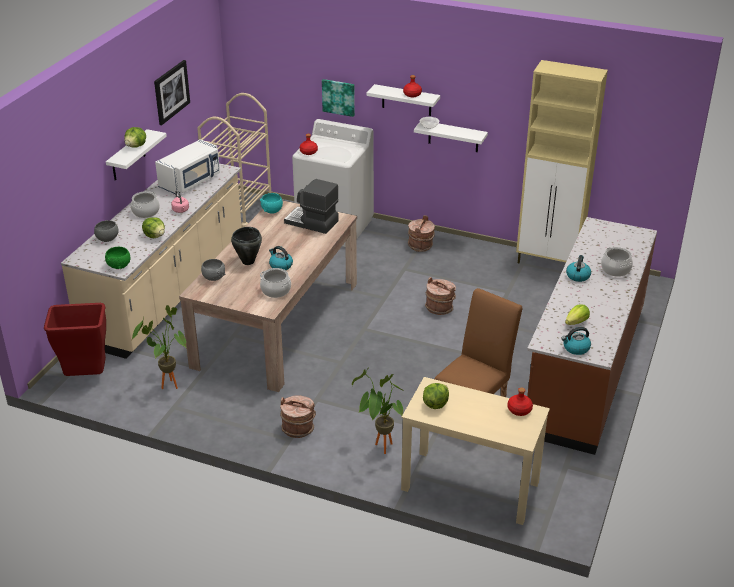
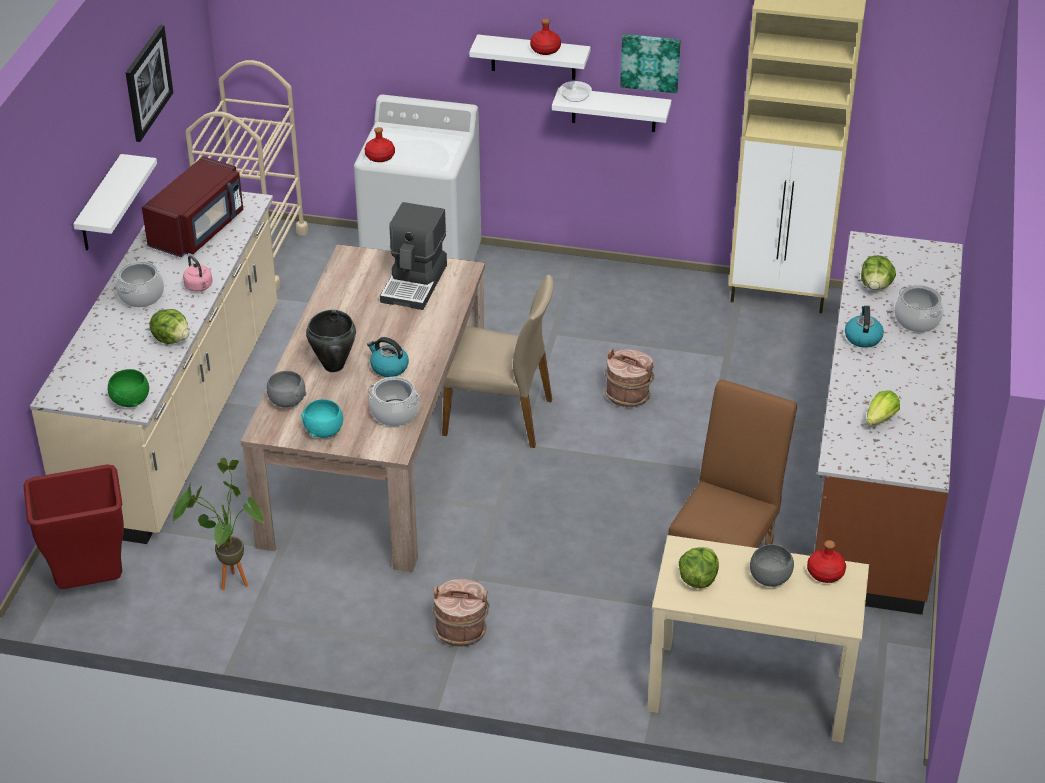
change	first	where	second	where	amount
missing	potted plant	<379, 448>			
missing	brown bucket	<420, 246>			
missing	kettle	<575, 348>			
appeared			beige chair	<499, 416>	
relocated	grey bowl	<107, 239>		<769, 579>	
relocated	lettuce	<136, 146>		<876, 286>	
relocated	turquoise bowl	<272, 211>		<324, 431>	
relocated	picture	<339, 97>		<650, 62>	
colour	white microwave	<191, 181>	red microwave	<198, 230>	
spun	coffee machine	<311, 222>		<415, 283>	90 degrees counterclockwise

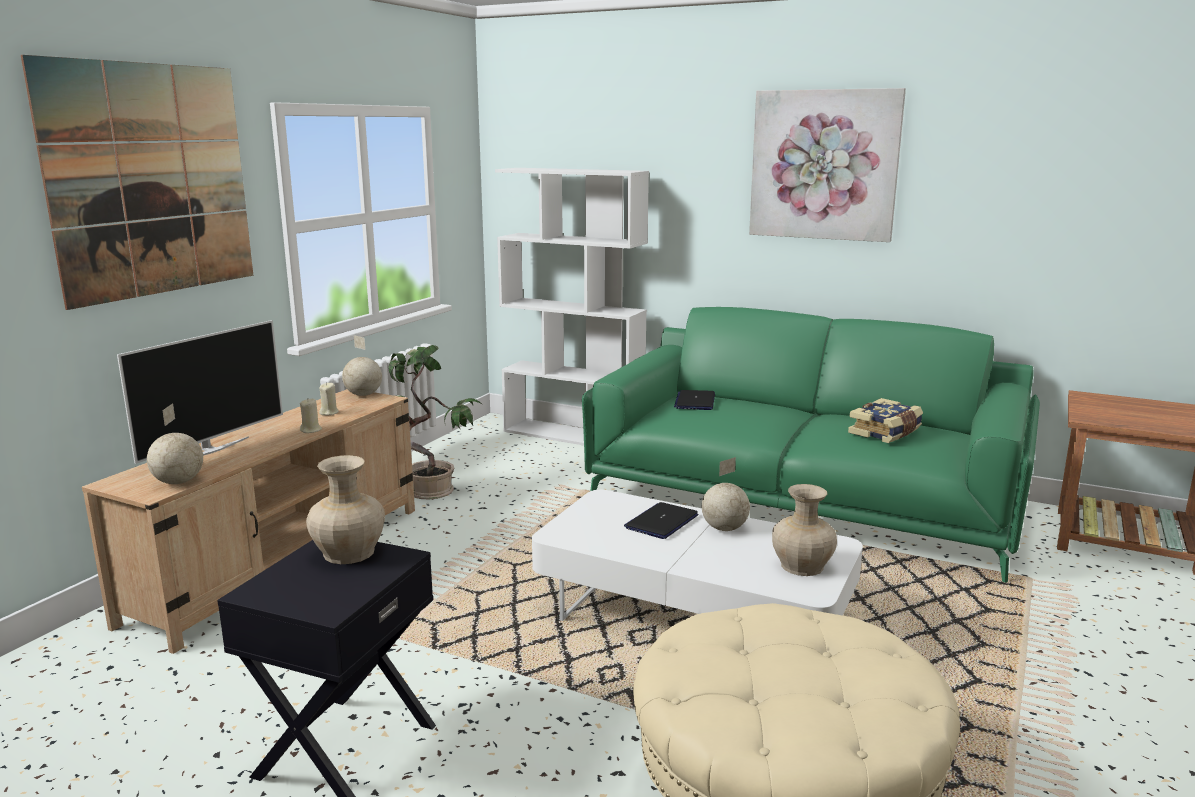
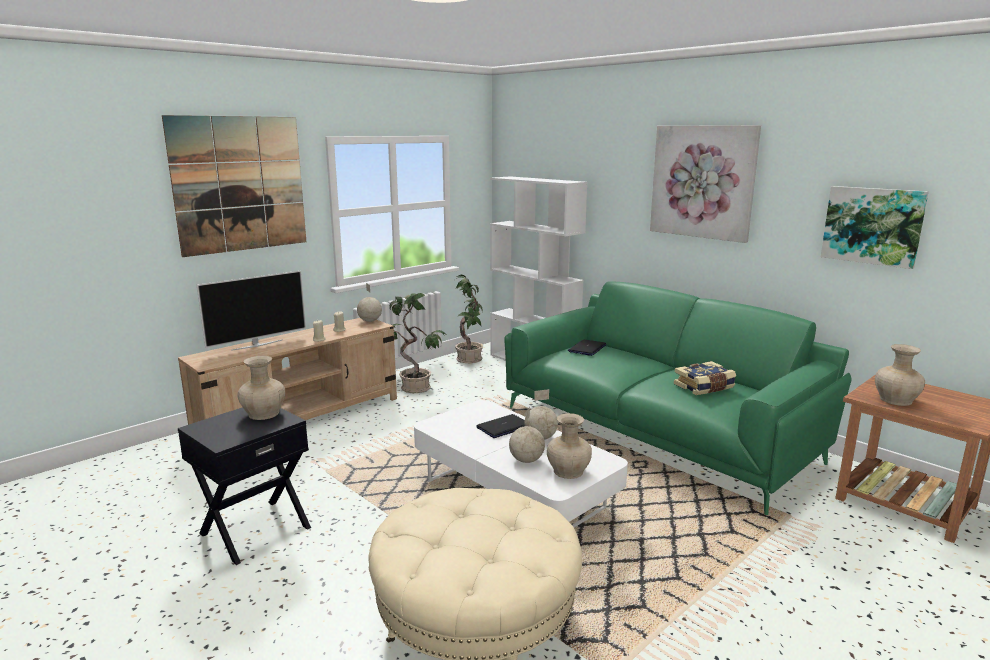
change	first	where	second	where	amount
appeared			potted plant	<470, 359>	
appeared			picture	<872, 225>	
appeared			beige vase	<896, 400>	
relocated	globe	<179, 482>		<527, 460>	

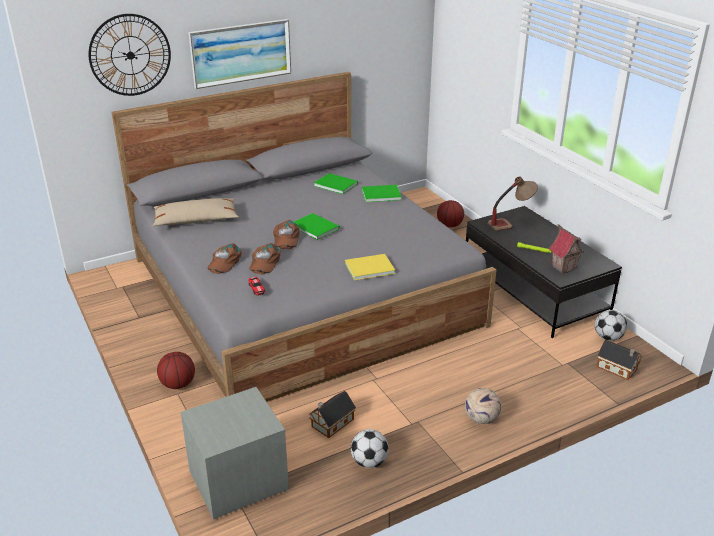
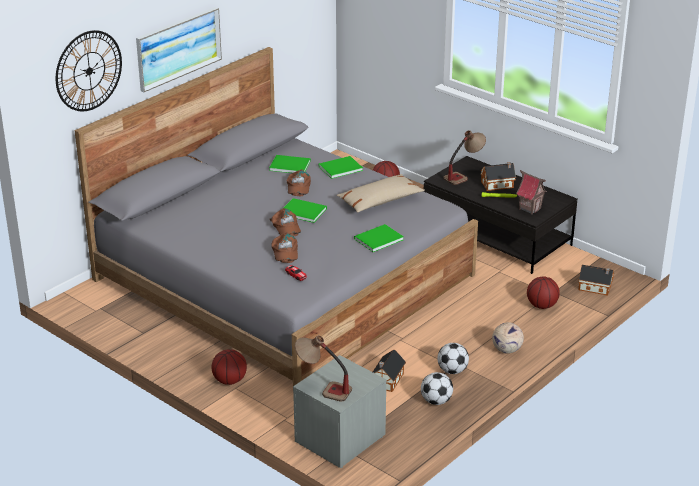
change	first	where	second	where	amount
appeared			table lamp	<323, 389>	
appeared			toy house	<498, 185>	
appeared			basketball	<542, 306>	
relocated	beige pillow	<196, 220>		<380, 201>	
relocated	brown cap	<224, 262>		<298, 186>	
relocated	football	<608, 337>		<452, 371>	
colour	yellow book	<368, 268>	green book	<377, 239>	

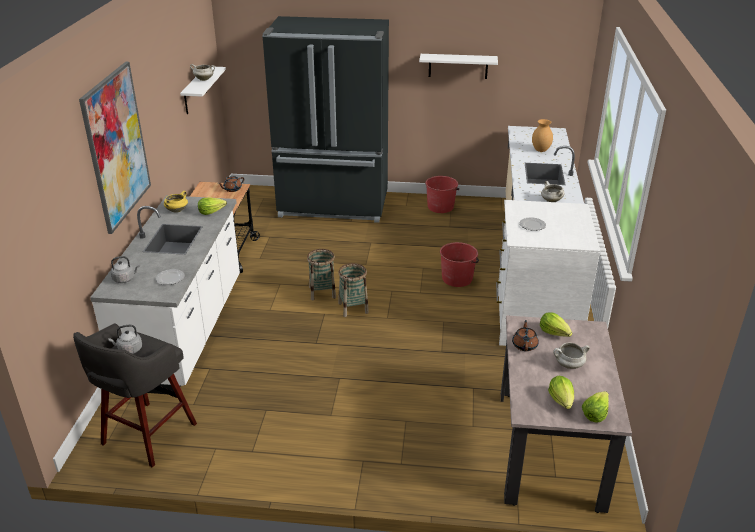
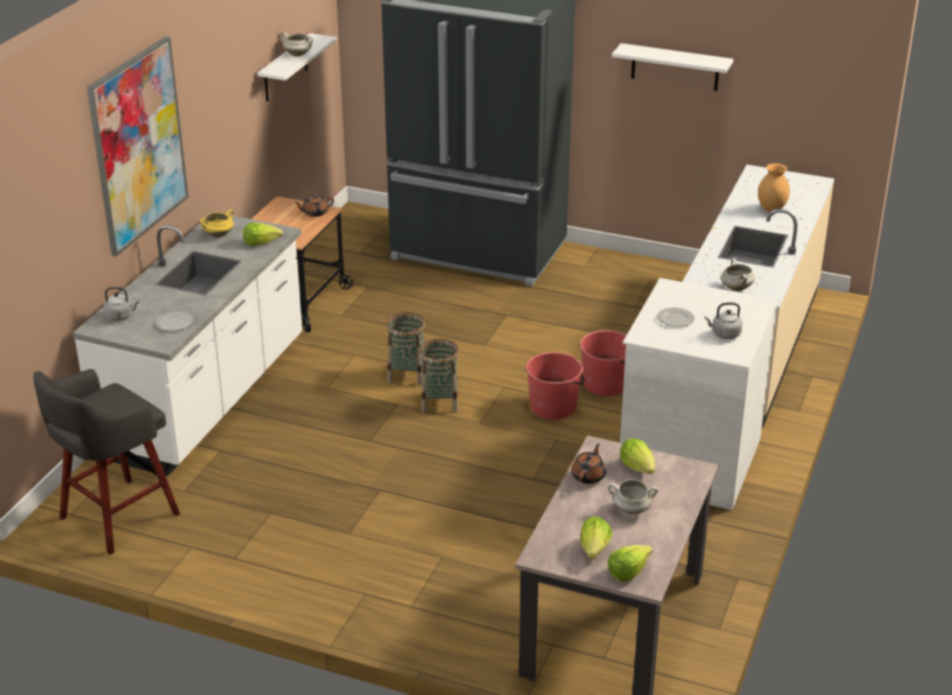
change	first	where	second	where	amount
relocated	grey kettle	<129, 350>		<724, 334>	
relocated	red bucket	<440, 207>		<553, 406>	

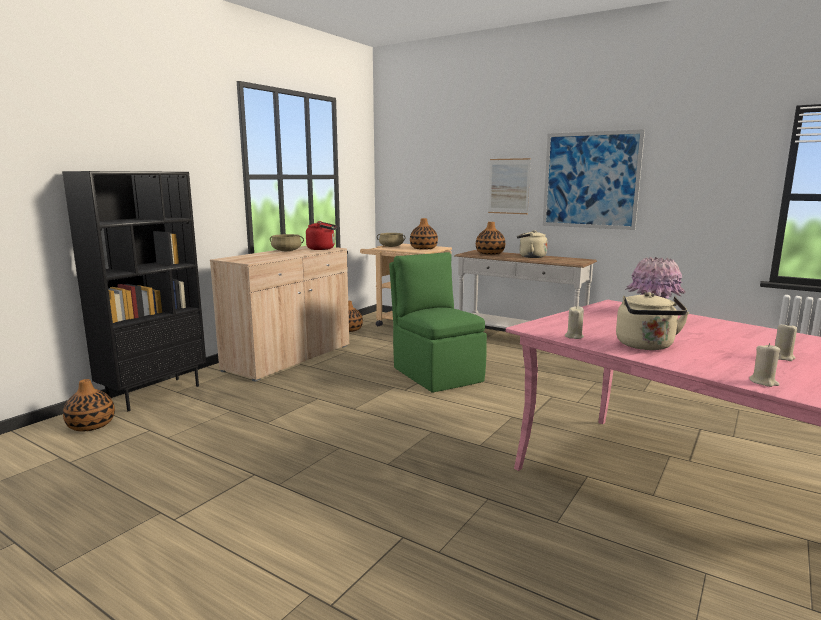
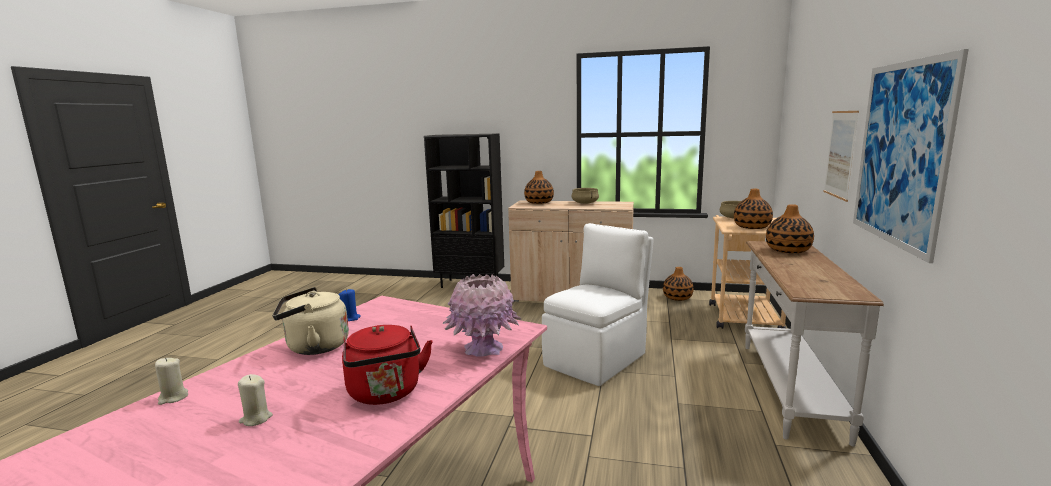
change	first	where	second	where	amount
missing	beige kettle	<530, 256>			
relocated	vase	<91, 425>		<539, 202>	
relocated	red kettle	<323, 249>		<386, 394>	
colour	green chair	<436, 374>	white chair	<597, 359>	
colour	beige candle	<574, 336>	blue candle	<350, 318>	

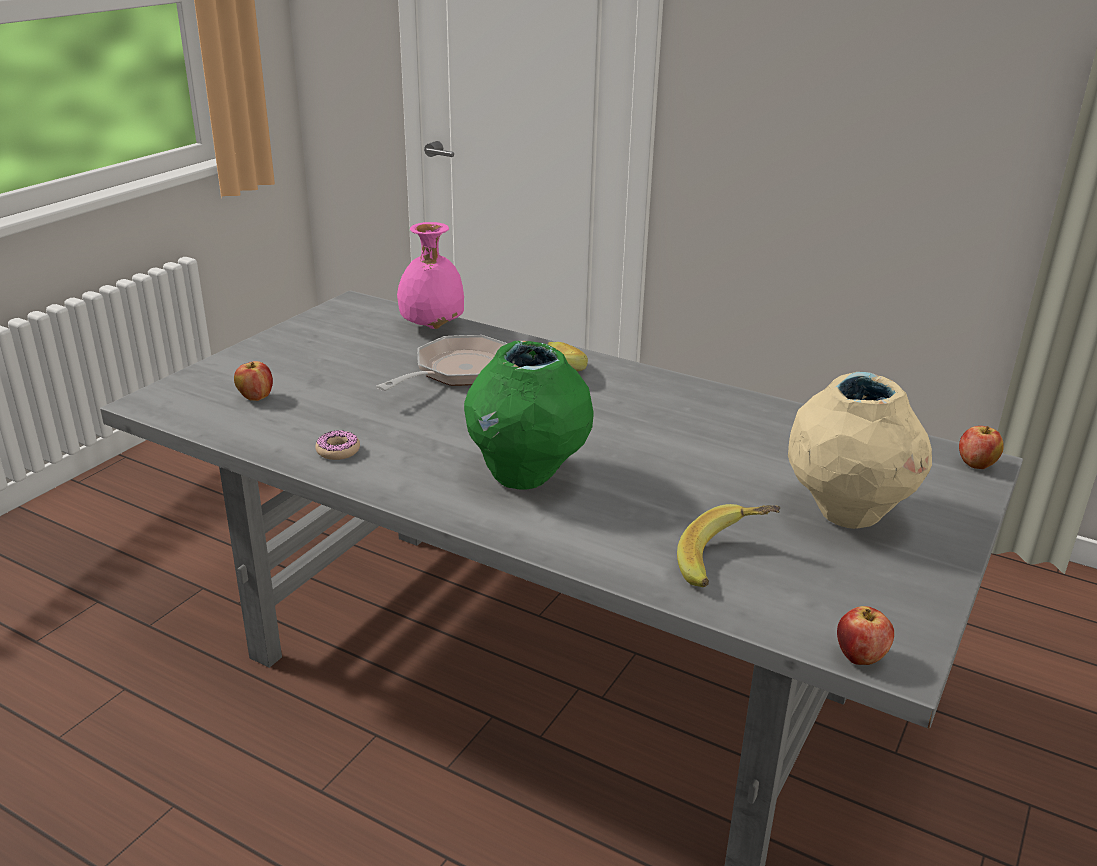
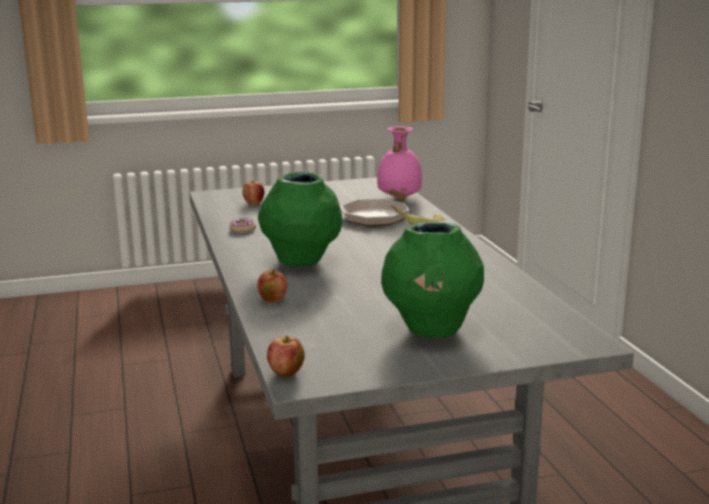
change	first	where	second	where	amount
missing	banana	<726, 564>			
relocated	apple	<976, 465>		<272, 300>	
colour	beige vase	<847, 514>	green vase	<431, 330>	

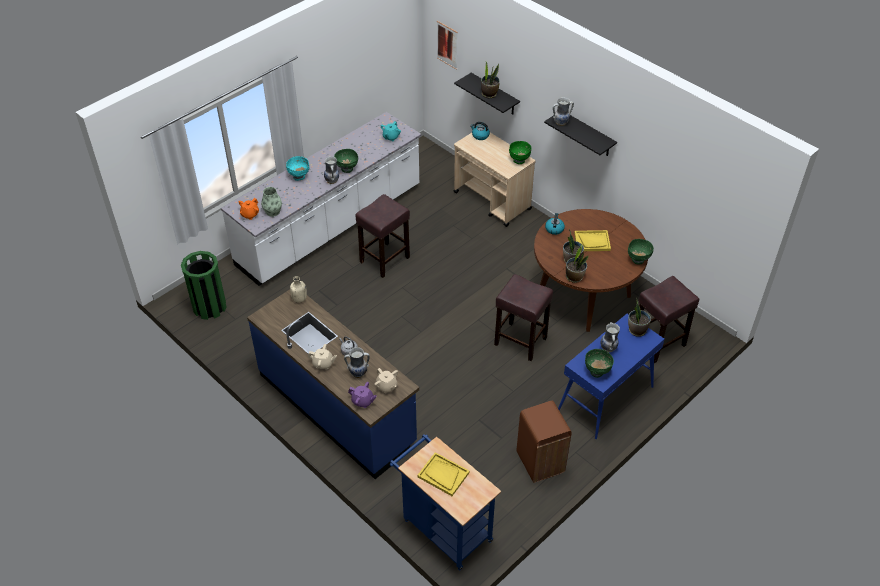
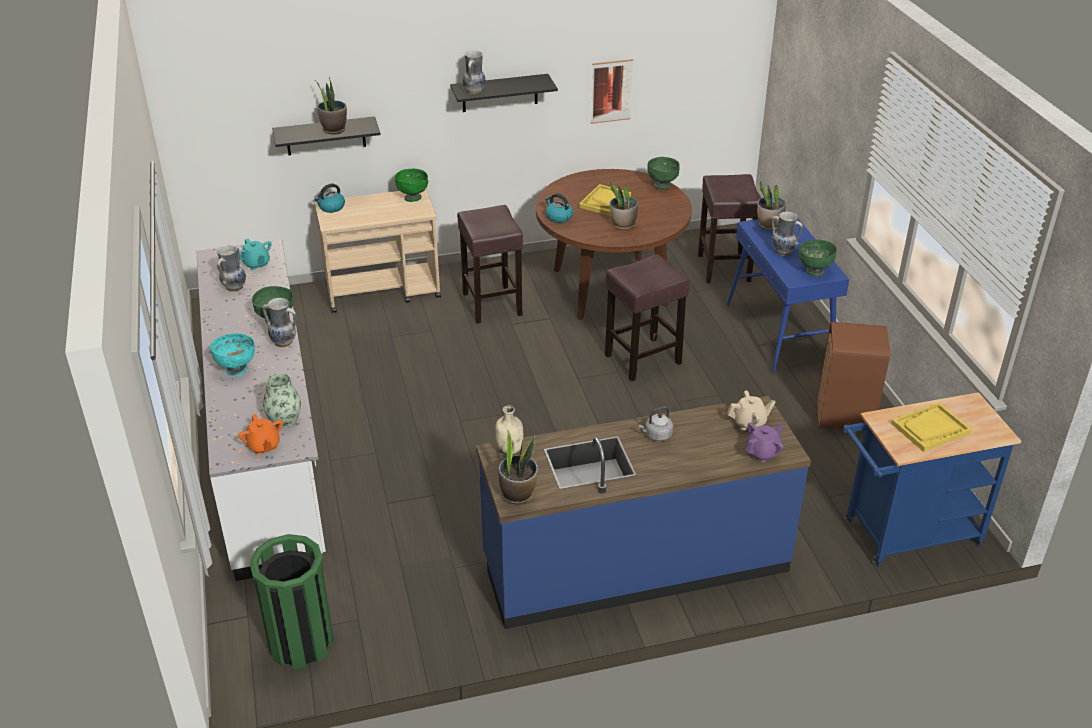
change	first	where	second	where	amount
missing	beige teapot	<323, 364>			
relocated	vase	<358, 373>		<234, 287>	
relocated	brown stool	<385, 259>		<491, 303>	
relocated	picture	<447, 45>		<611, 91>	
relocated	potted plant	<574, 277>		<518, 494>	

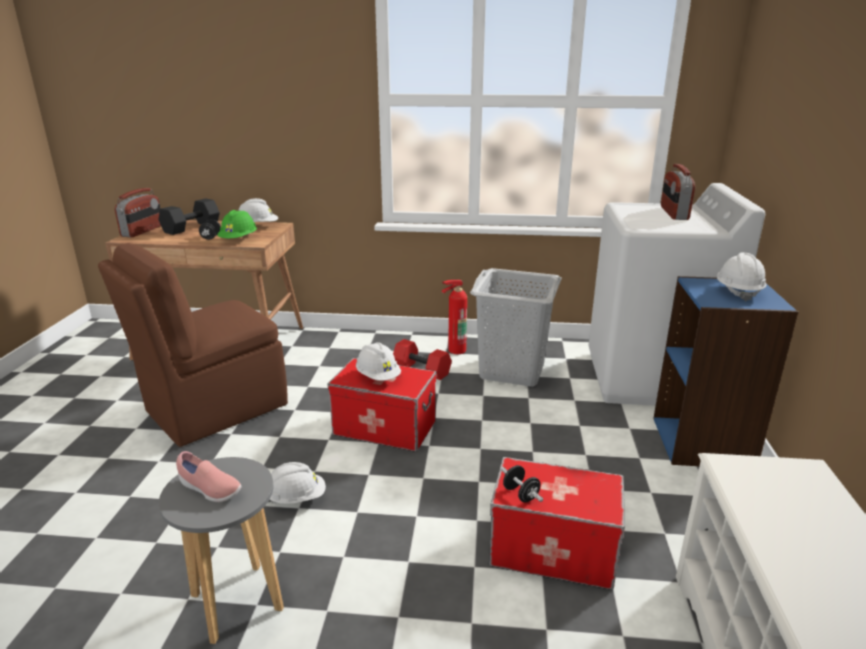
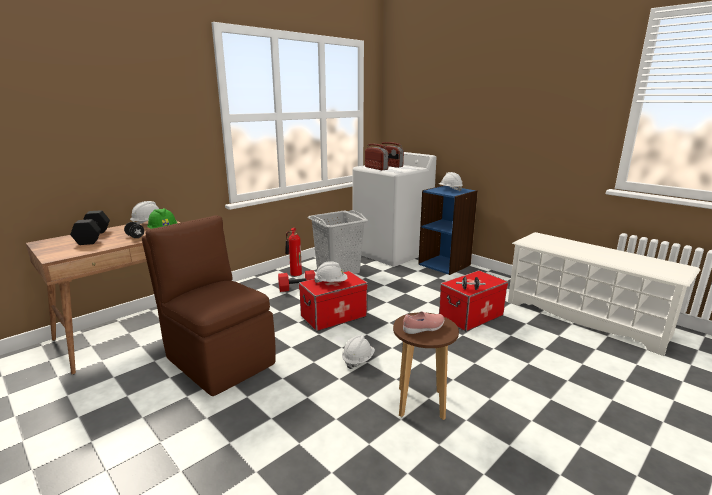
change	first	where	second	where	amount
relocated	radio	<143, 231>		<376, 168>	
colour	grey stool	<236, 602>	brown stool	<420, 403>	
spun	brown chair	<213, 409>		<219, 359>	135 degrees clockwise

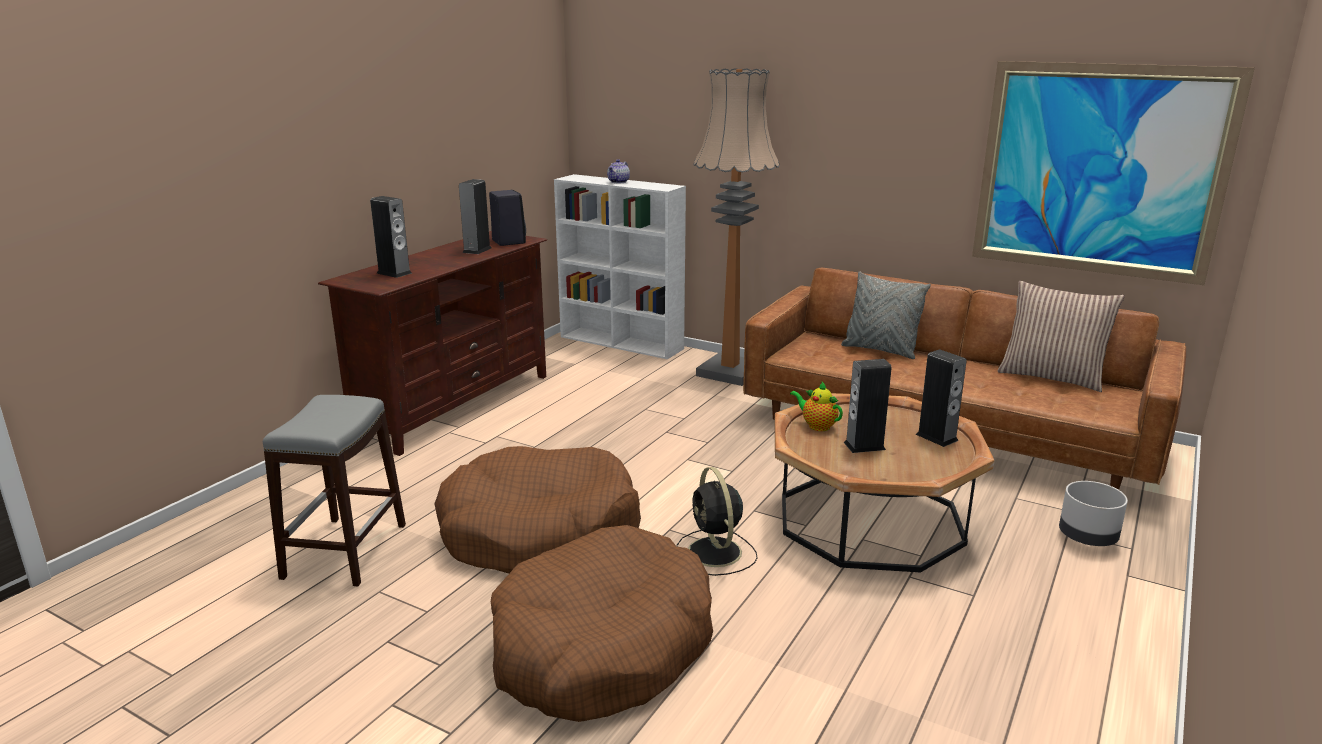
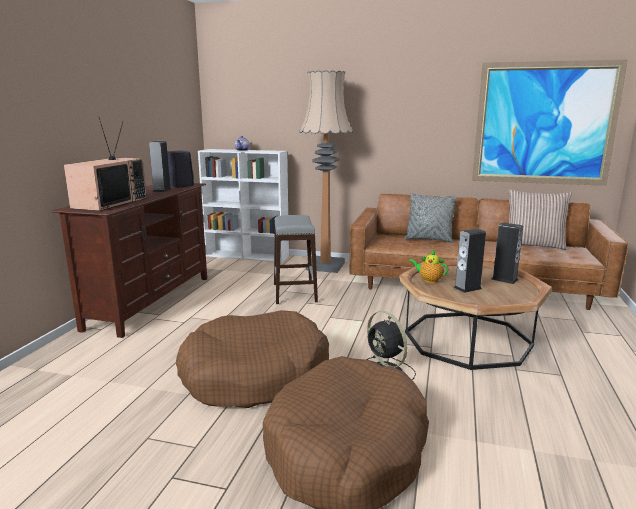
change	first	where	second	where	amount
missing	grey planter	<1088, 538>			
relocated	grey stool	<346, 550>		<295, 292>	
exchanged	speaker	<394, 273>	television	<109, 203>	

